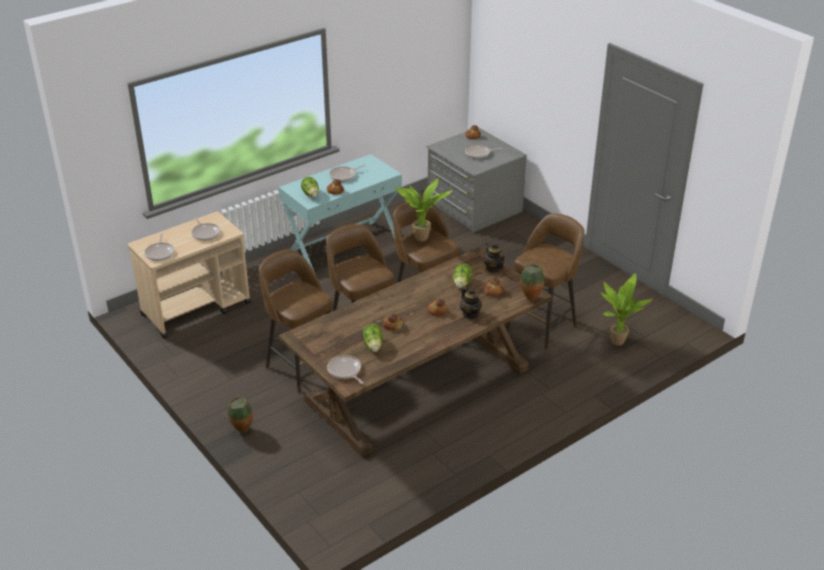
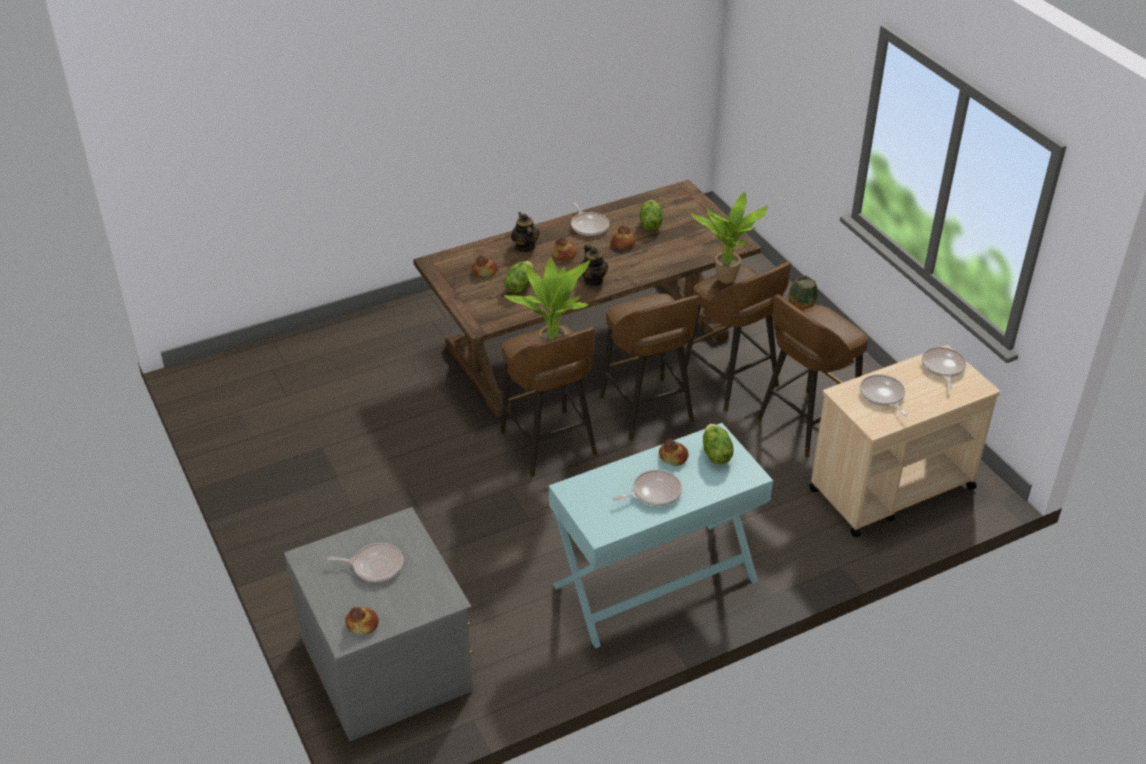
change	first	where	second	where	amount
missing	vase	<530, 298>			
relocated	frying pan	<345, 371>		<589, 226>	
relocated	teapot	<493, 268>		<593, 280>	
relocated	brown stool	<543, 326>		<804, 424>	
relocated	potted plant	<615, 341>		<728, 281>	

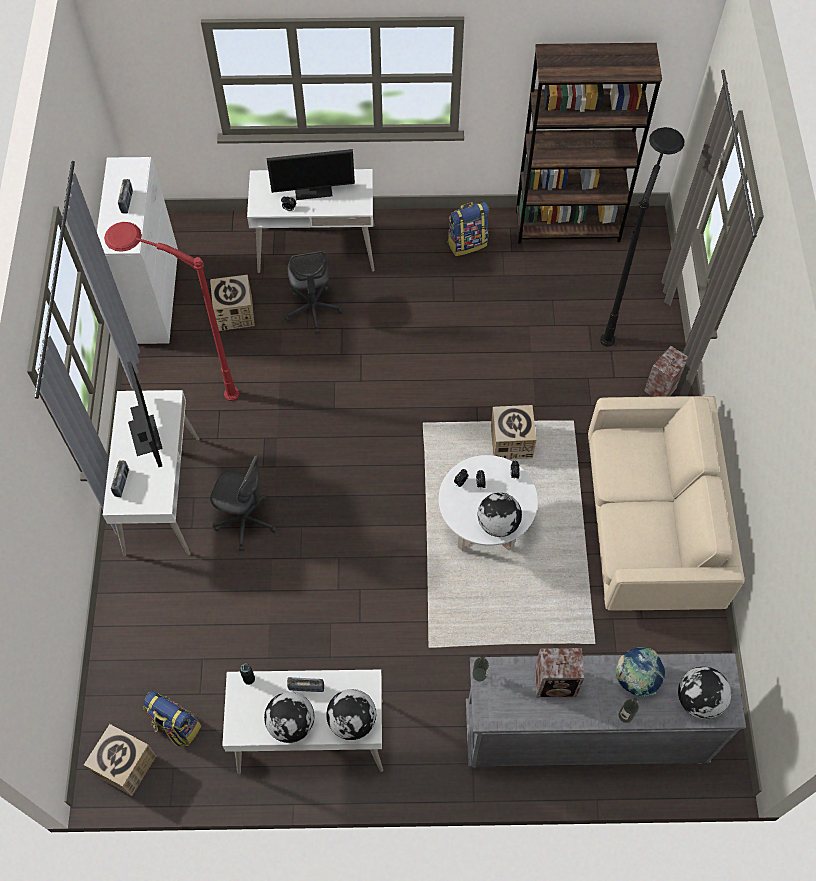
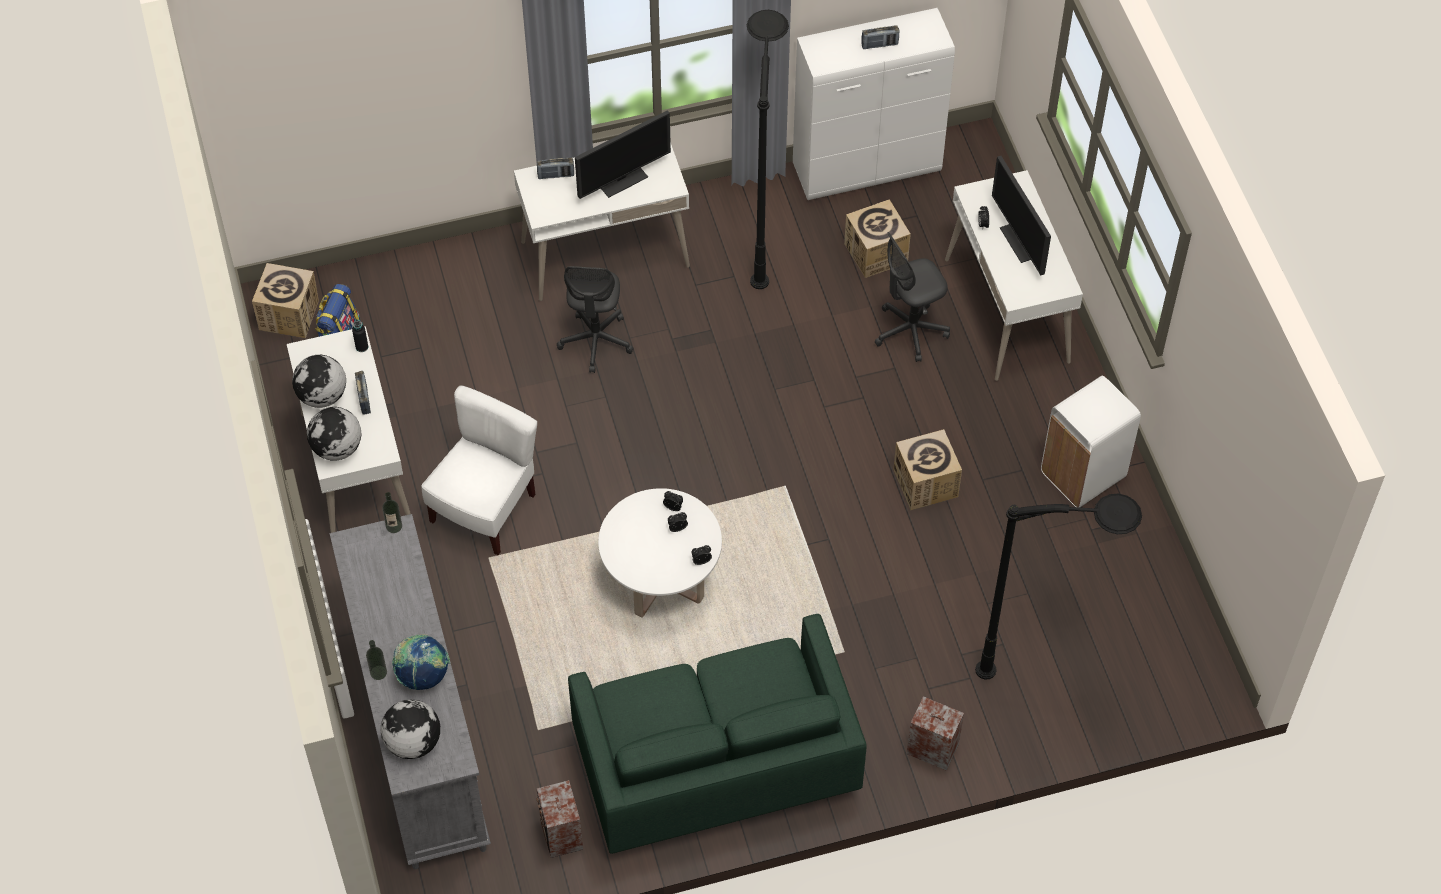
change	first	where	second	where	amount
missing	globe	<497, 523>			
missing	brown bookcase	<567, 226>			
appeared			white chair	<485, 509>	
relocated	cardboard box	<511, 442>		<925, 483>	
relocated	speaker	<556, 683>		<561, 835>	
exchanged	backpack	<467, 243>	white trash can	<1084, 475>	
colour	red floor lamp	<187, 381>	black floor lamp	<762, 234>	
colour	beige sofa	<649, 527>	green sofa	<714, 765>	

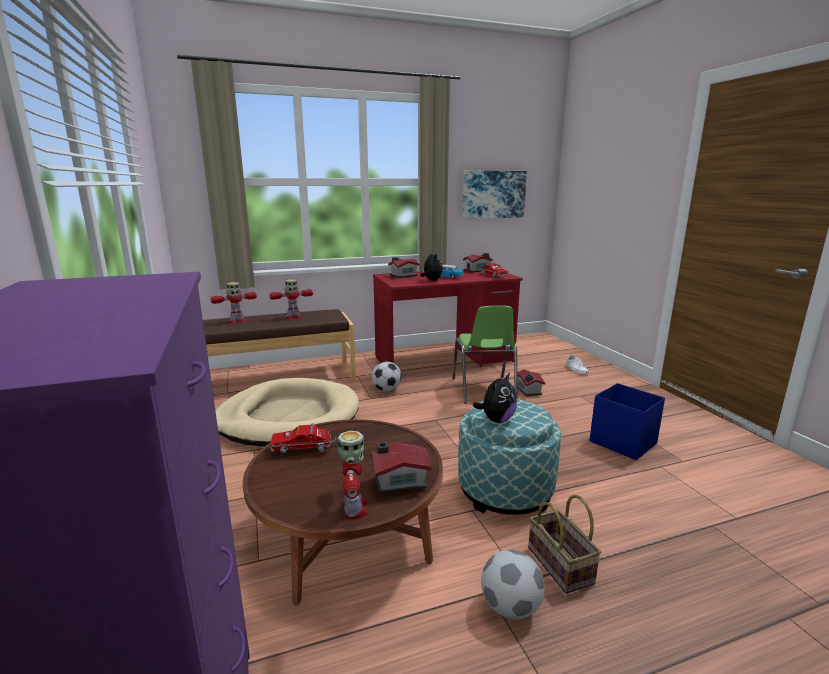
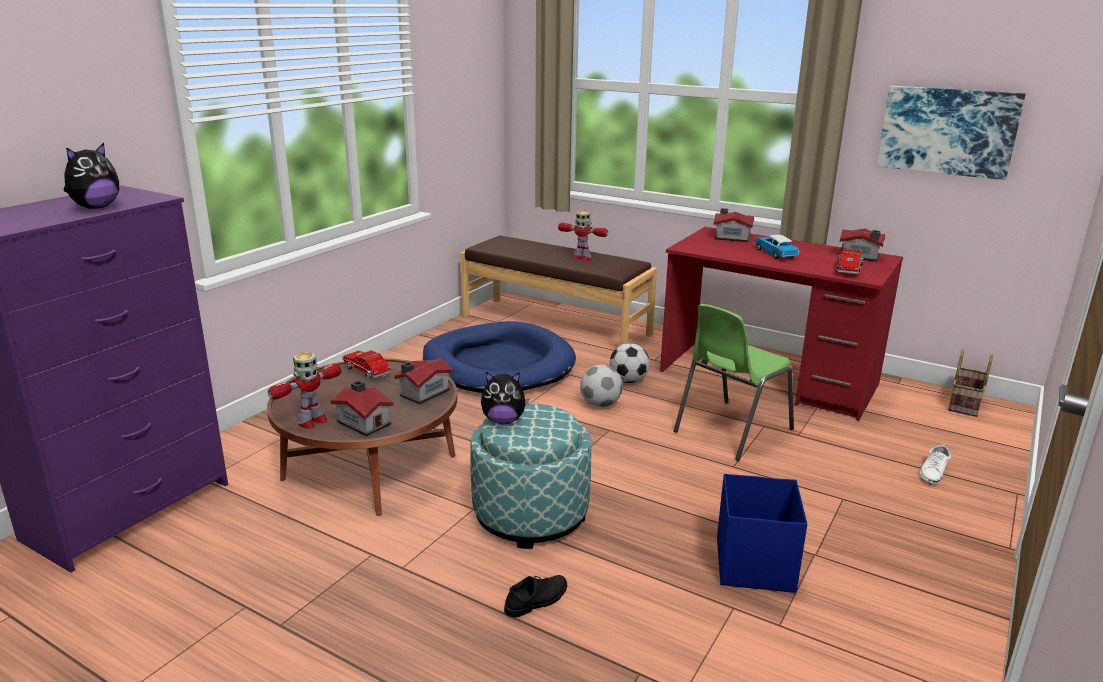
change	first	where	second	where	amount
missing	toy robot	<237, 321>			
appeared			black shoe	<536, 600>	
relocated	plush toy	<431, 280>		<96, 207>	
relocated	football	<510, 607>		<600, 404>	
relocated	toy house	<528, 391>		<423, 393>	
relocated	basket	<562, 566>		<965, 405>	
colour	beige dog bed	<288, 417>	blue dog bed	<498, 365>	

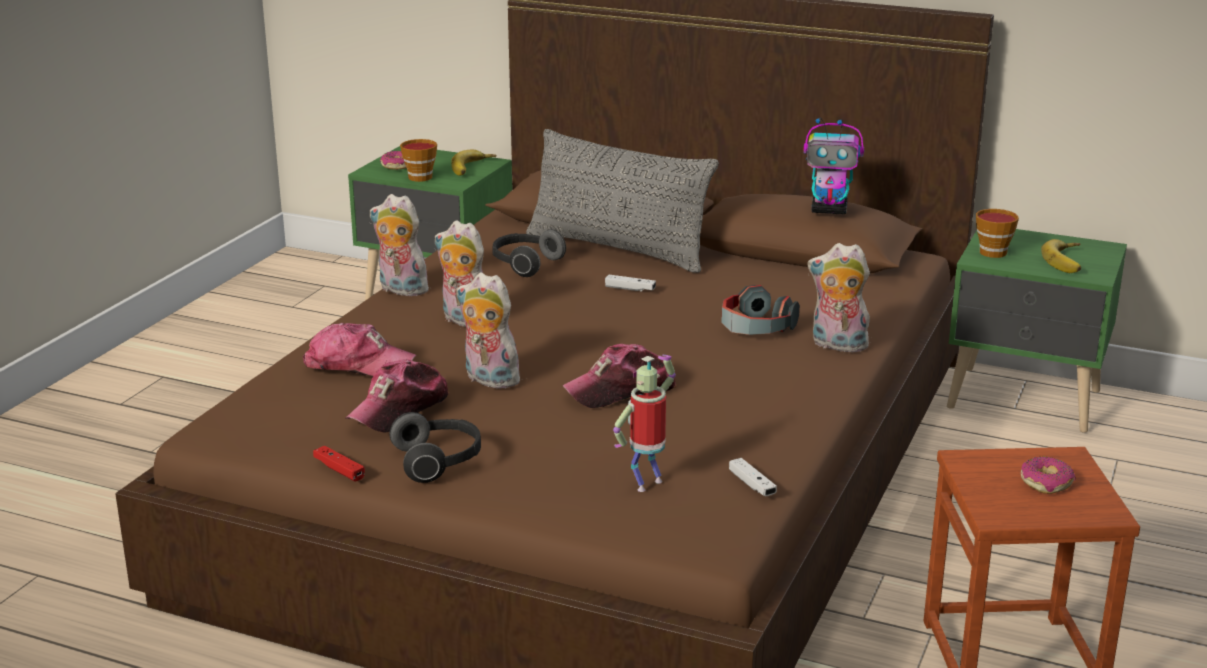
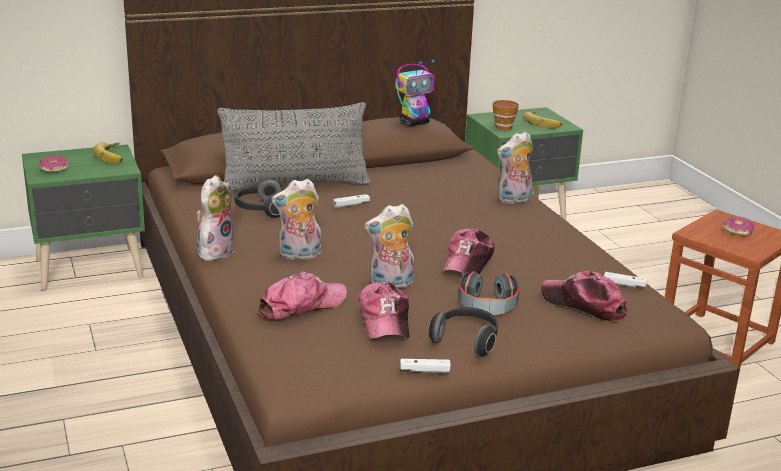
change	first	where	second	where	amount
missing	cup	<420, 176>			
relocated	headphones	<755, 327>		<487, 306>	
exchanged	toy robot	<647, 483>	cap	<584, 304>	
colour	red game controller	<339, 470>	white game controller	<424, 370>	
spun	plush toy	<400, 290>		<214, 251>	135 degrees clockwise

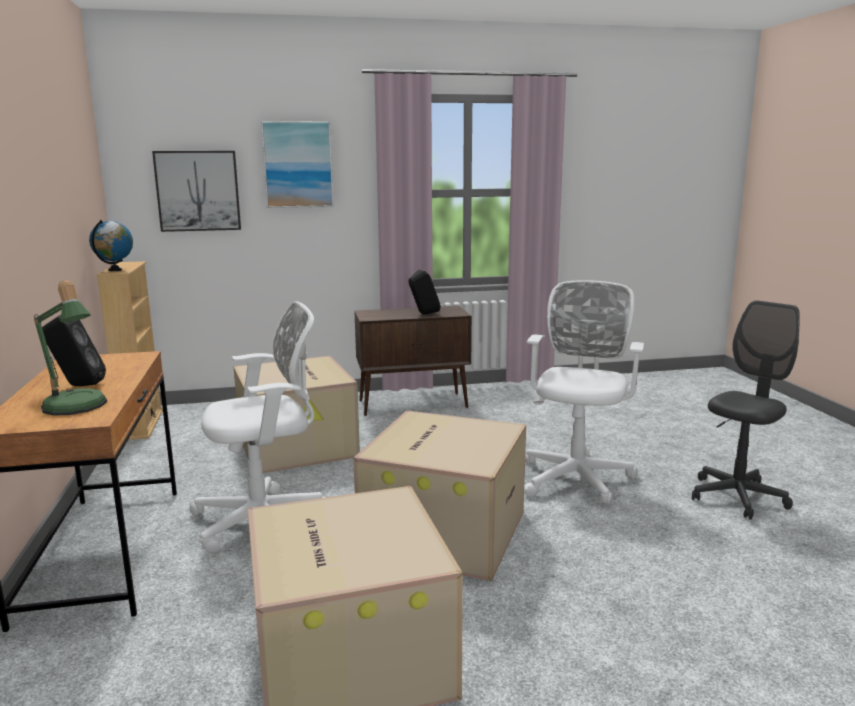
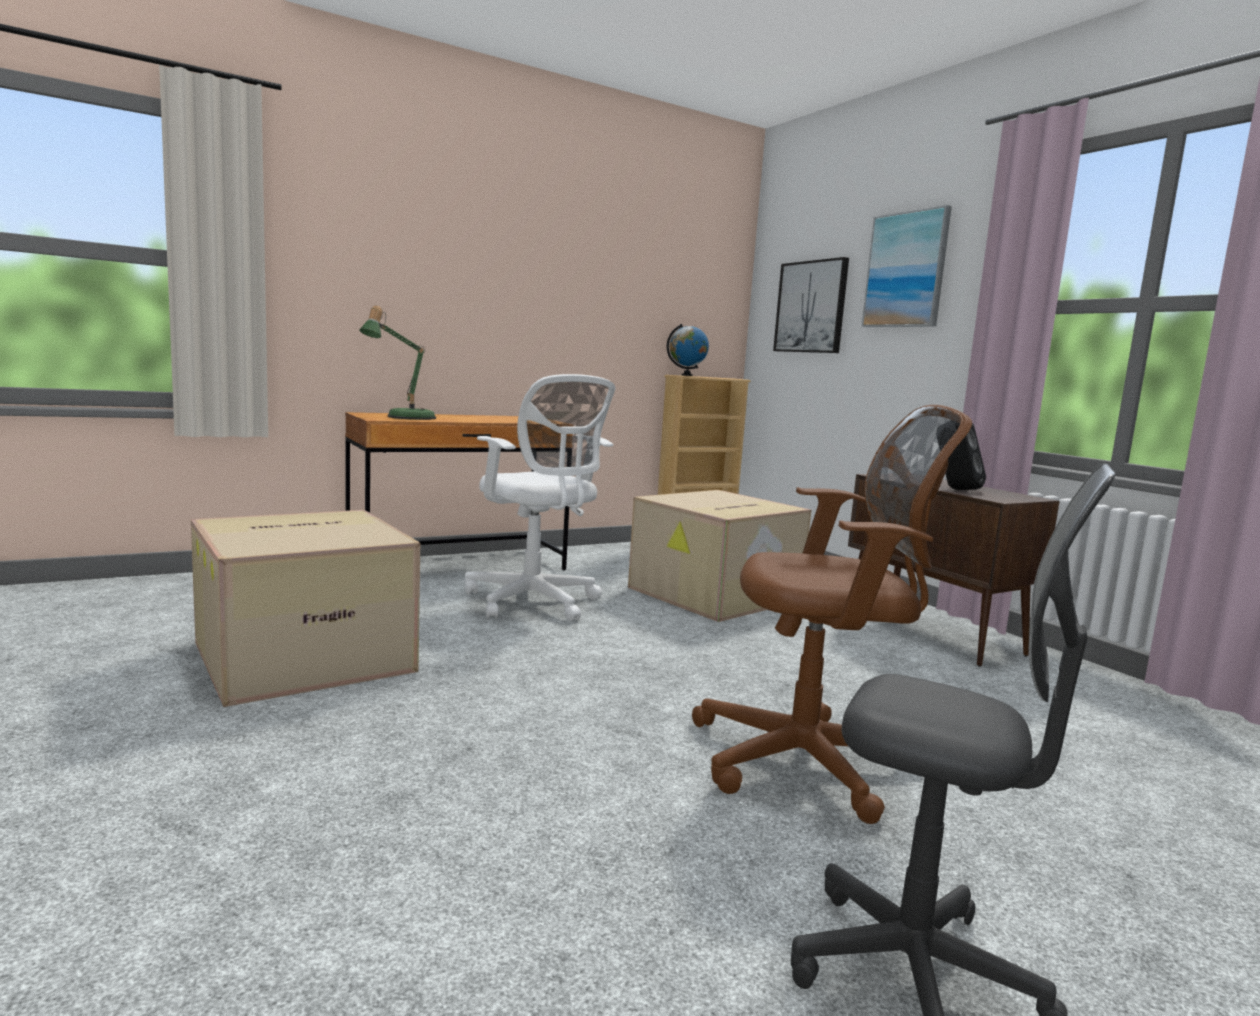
change	first	where	second	where	amount
missing	black speaker	<77, 386>			
missing	cardboard box	<443, 530>			
colour	white office chair	<577, 476>	brown office chair	<812, 762>	

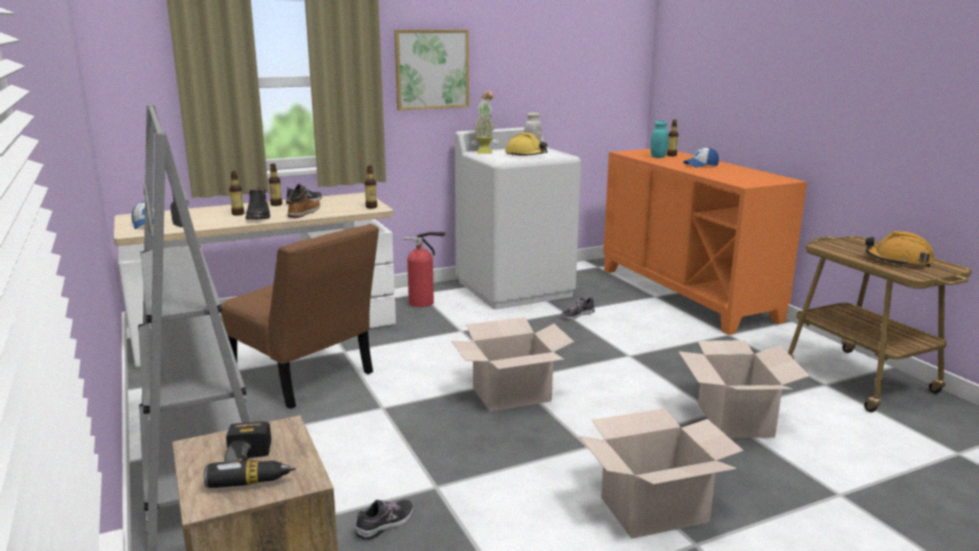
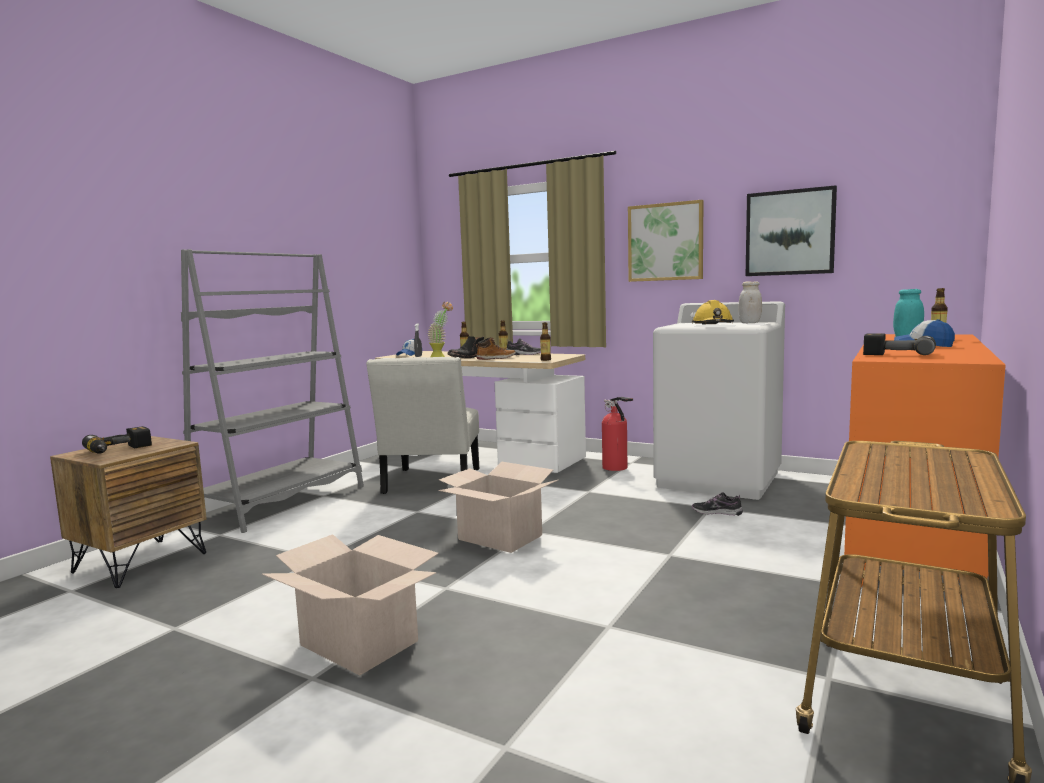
change	first	where	second	where	amount
missing	shoe	<385, 524>			
missing	cardboard box	<735, 420>			
missing	orange hard hat	<898, 261>			
appeared			picture	<790, 233>	
appeared			power drill	<899, 354>	
relocated	potted plant	<485, 152>		<441, 357>	
colour	brown chair	<305, 377>	white chair	<430, 483>	

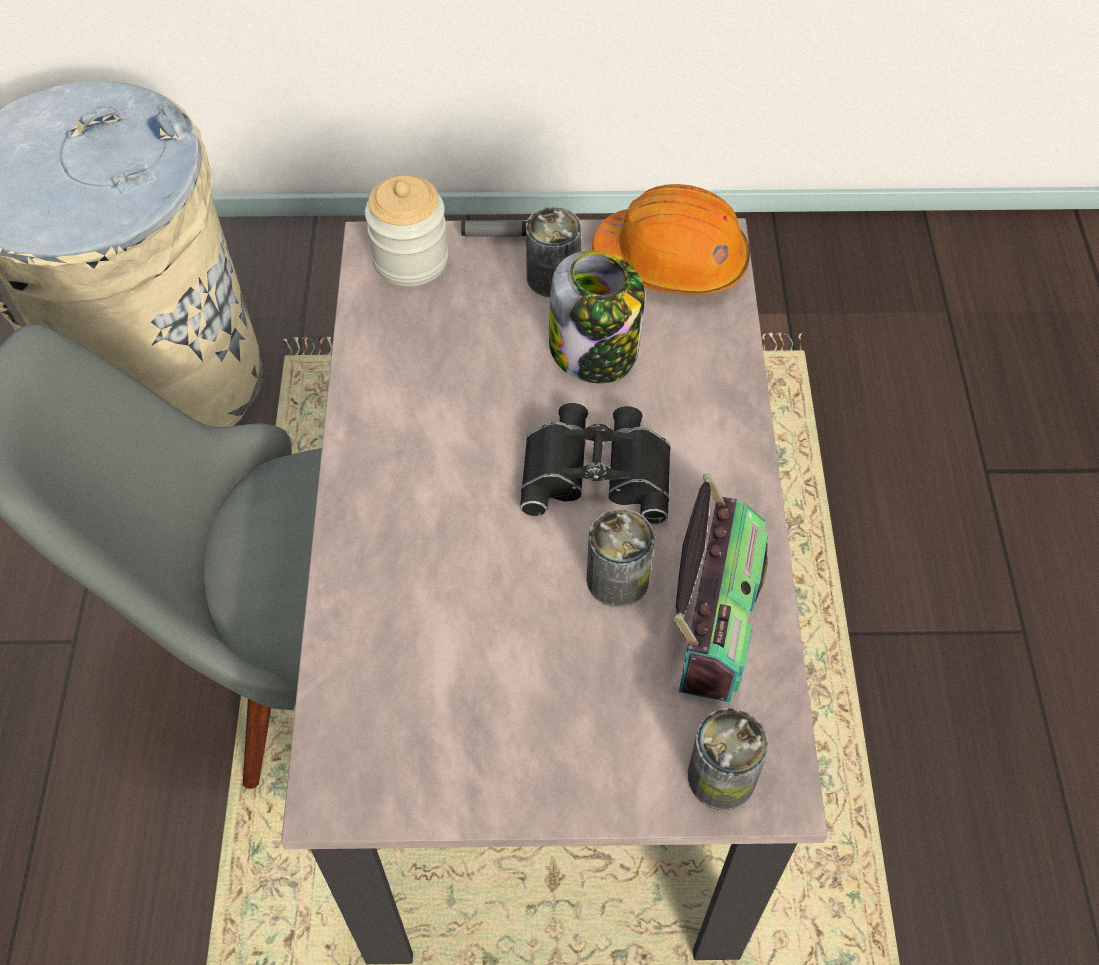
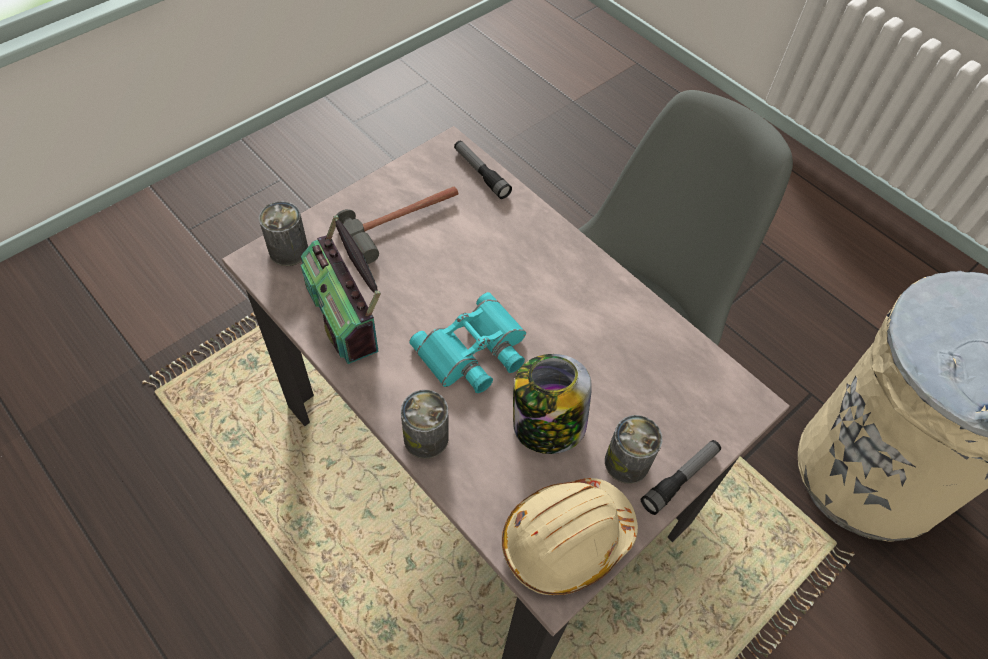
change	first	where	second	where	amount
missing	jar	<411, 260>			
appeared			hammer	<403, 223>	
appeared			flashlight	<481, 173>	
relocated	can	<617, 579>		<426, 438>	
colour	black binoculars	<597, 469>	turquoise binoculars	<474, 352>	
colour	orange hard hat	<672, 262>	beige hard hat	<566, 540>	

